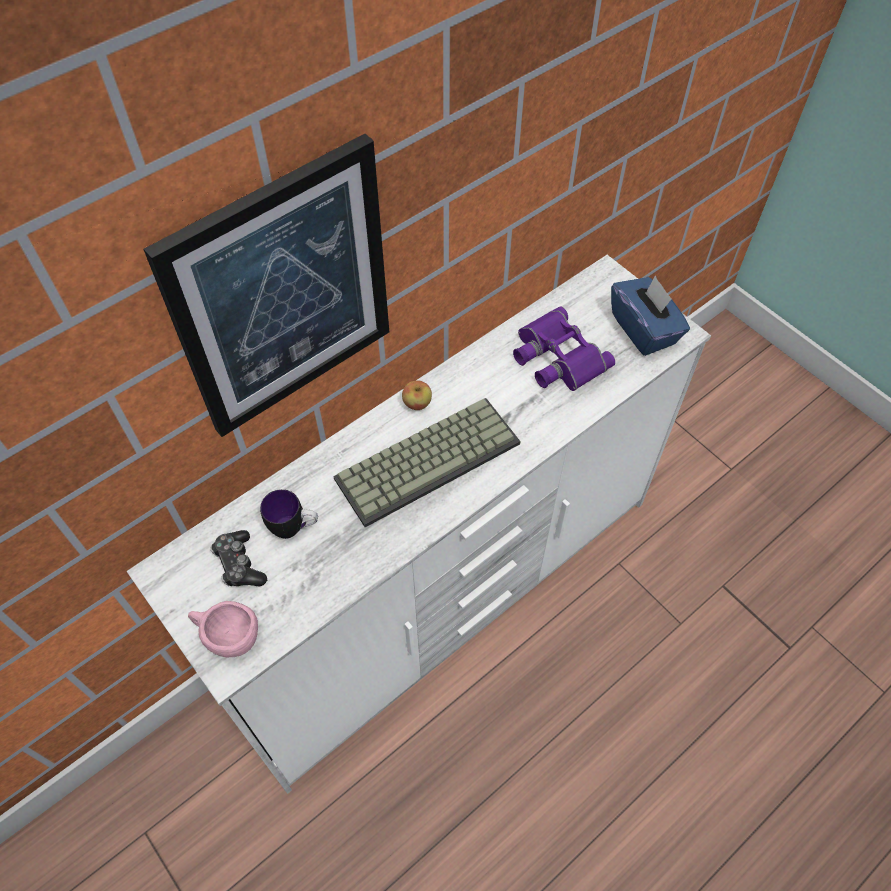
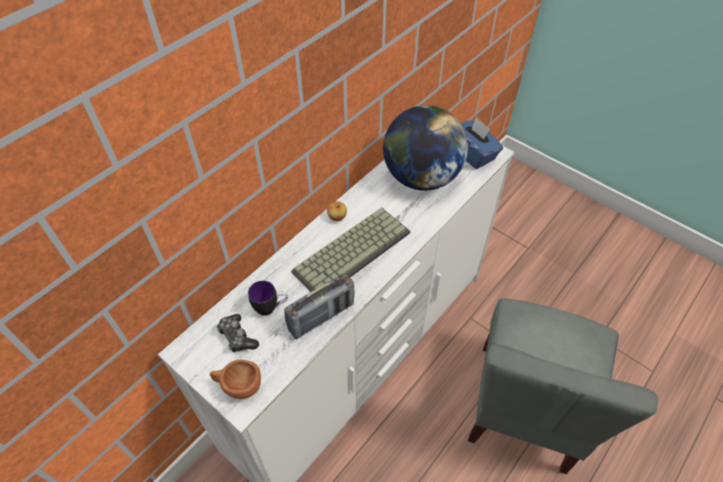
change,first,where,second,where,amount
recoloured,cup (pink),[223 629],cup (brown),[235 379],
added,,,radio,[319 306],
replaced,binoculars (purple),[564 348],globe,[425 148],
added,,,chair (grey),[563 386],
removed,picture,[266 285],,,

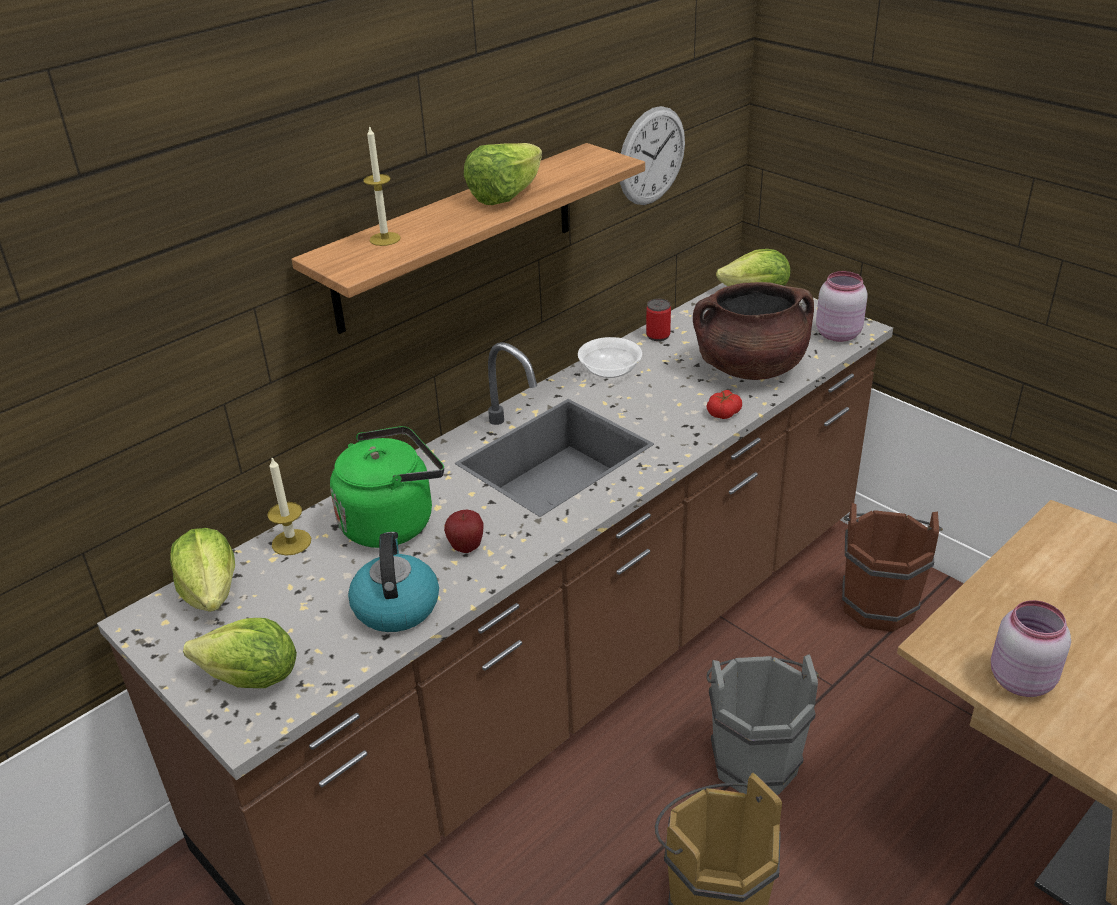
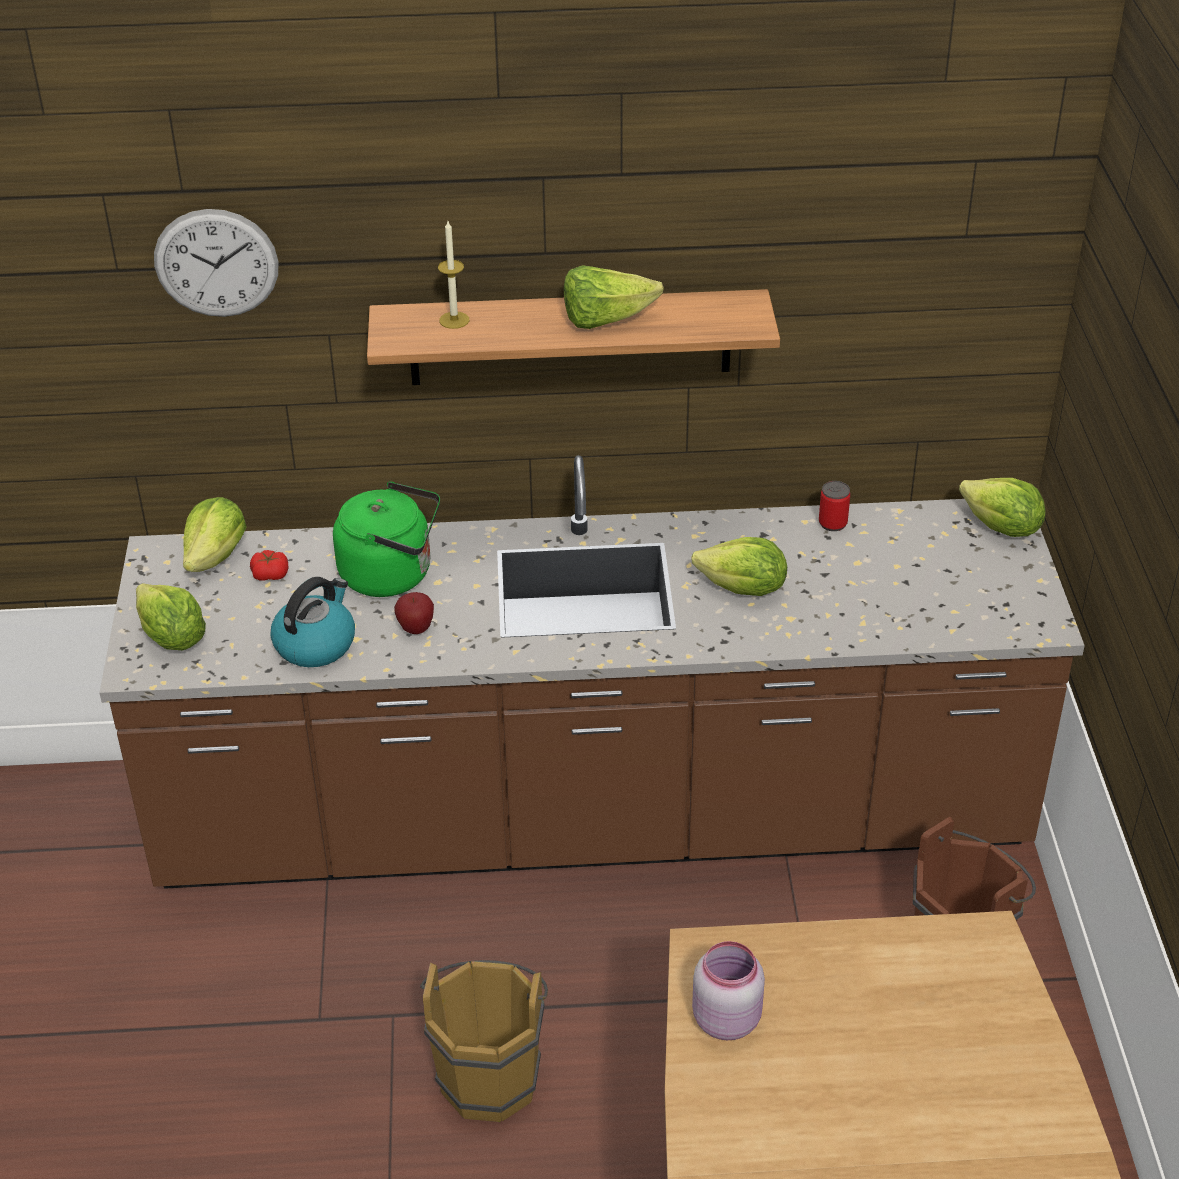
change,first,where,second,where,amount
moved,wall clock,[652 155],,[216 263],
moved,tomato,[724 404],,[269 565],
added,,,lettuce,[739 566],
removed,candle,[289 507],,,
removed,bowl,[610 357],,,
removed,cooking pot (brown),[753 331],,,
removed,bucket (grey),[762 724],,,
removed,jar (pink),[842 306],,,

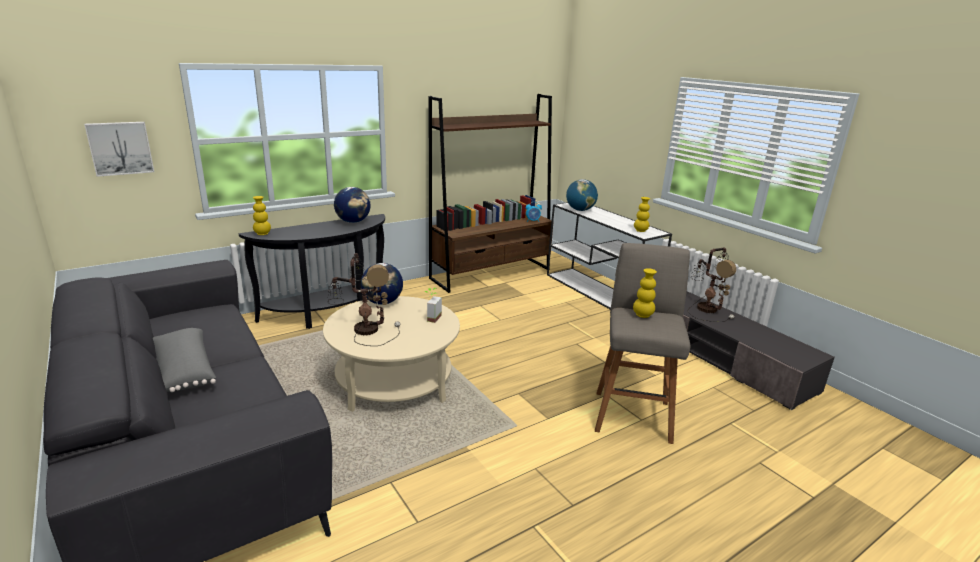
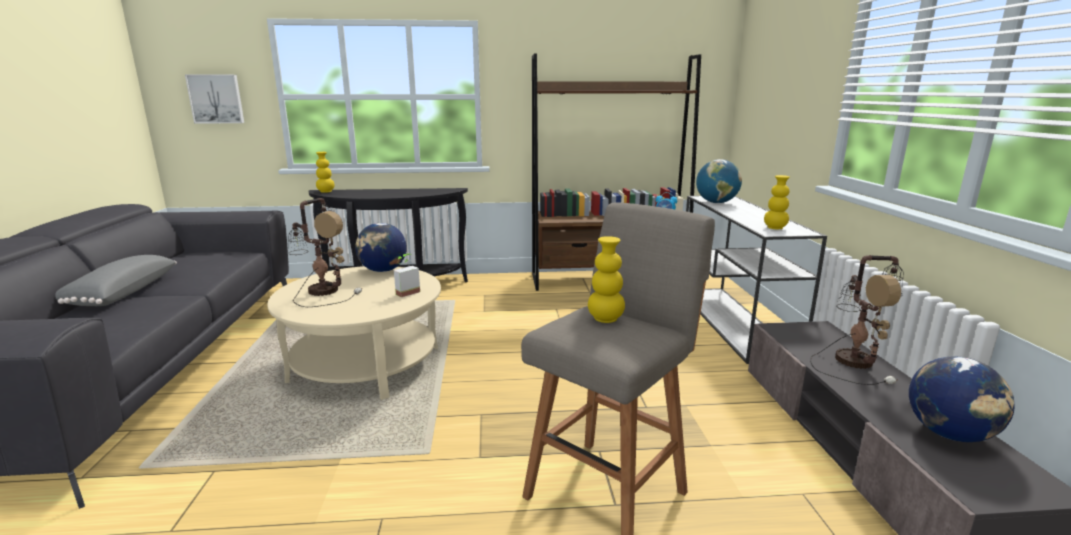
change,first,where,second,where,amount
moved,globe,[352 205],,[961 399],

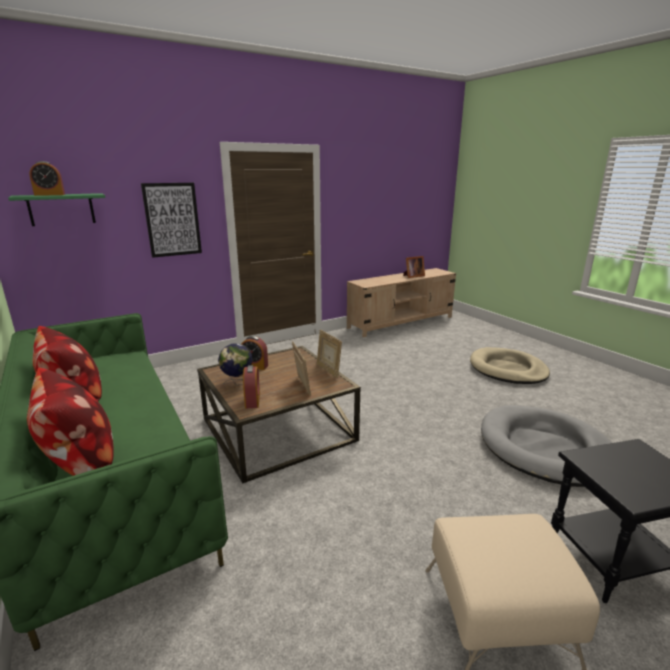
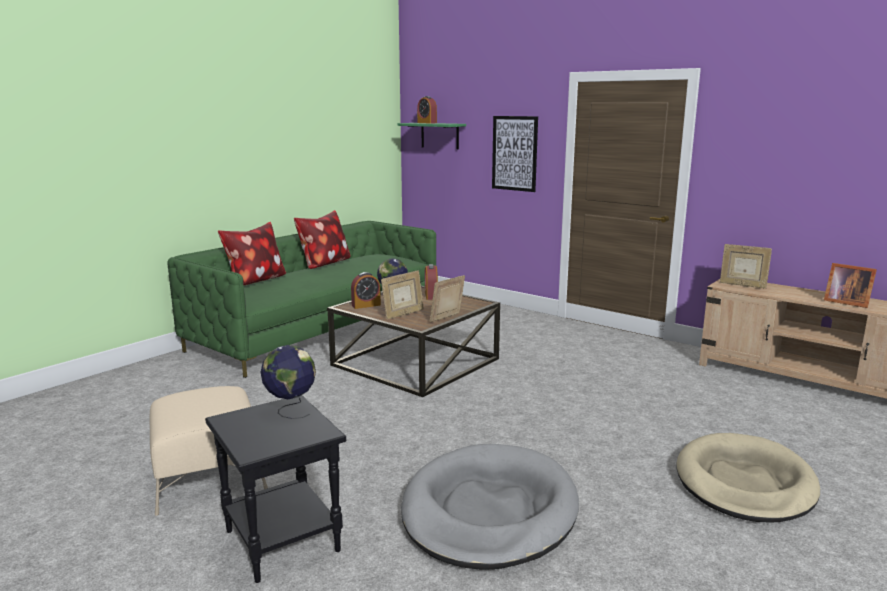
change,first,where,second,where,amount
added,,,globe,[288 382],
added,,,picture frame,[746 266],

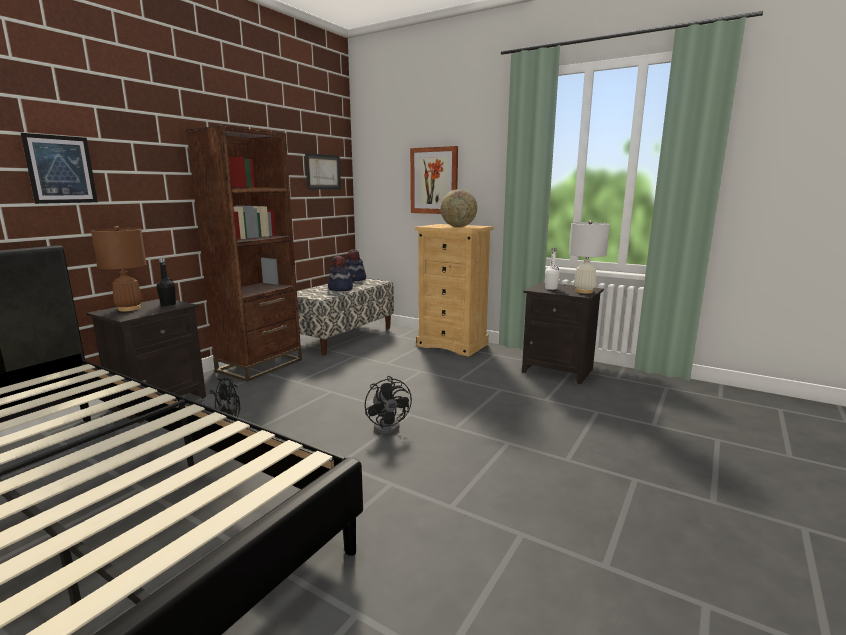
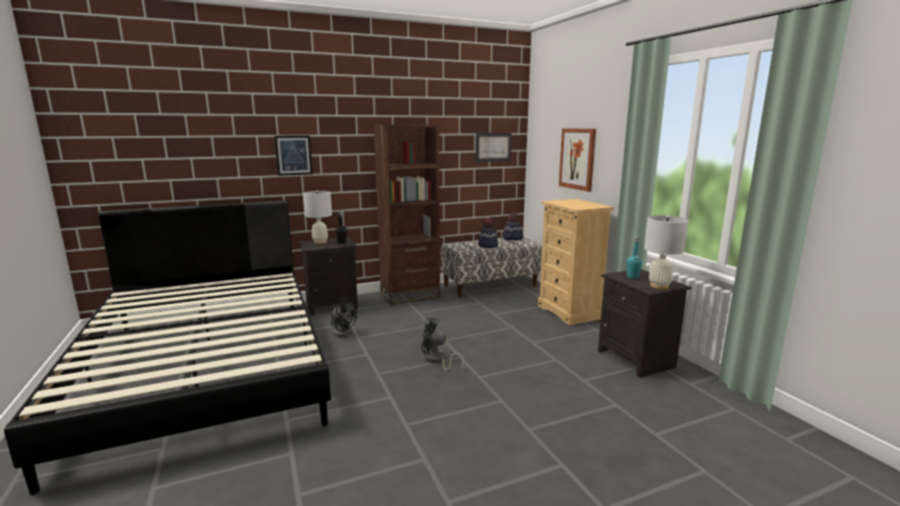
change,first,where,second,where,amount
recoloured,table lamp (brown),[118 268],table lamp (white),[317 217],
turned,fan (black),[388 405],,[443 344],90 degrees clockwise
recoloured,bottle (white),[552 269],bottle (turquoise),[634 258],
removed,globe,[458 208],,,

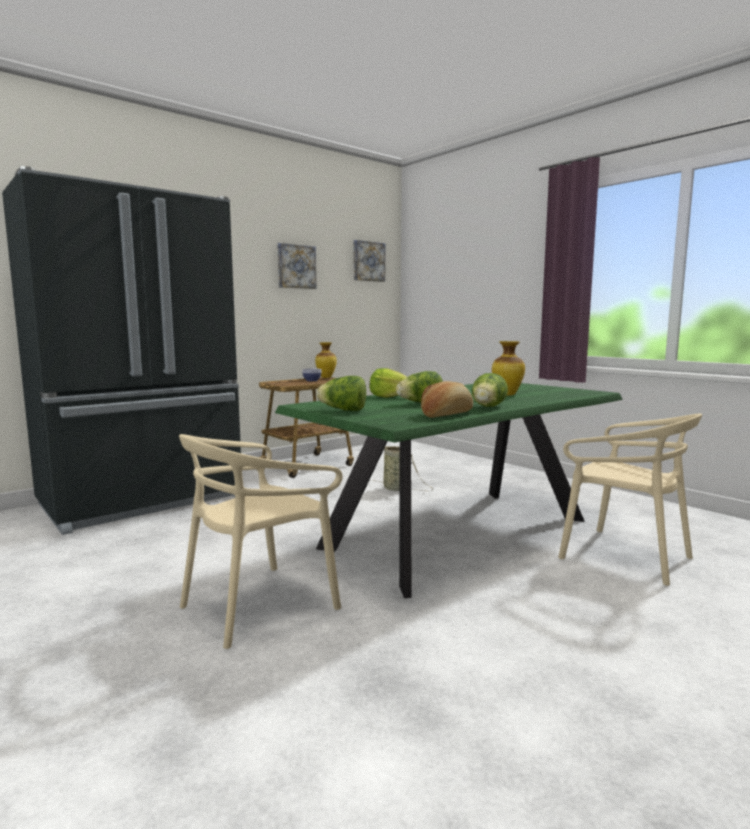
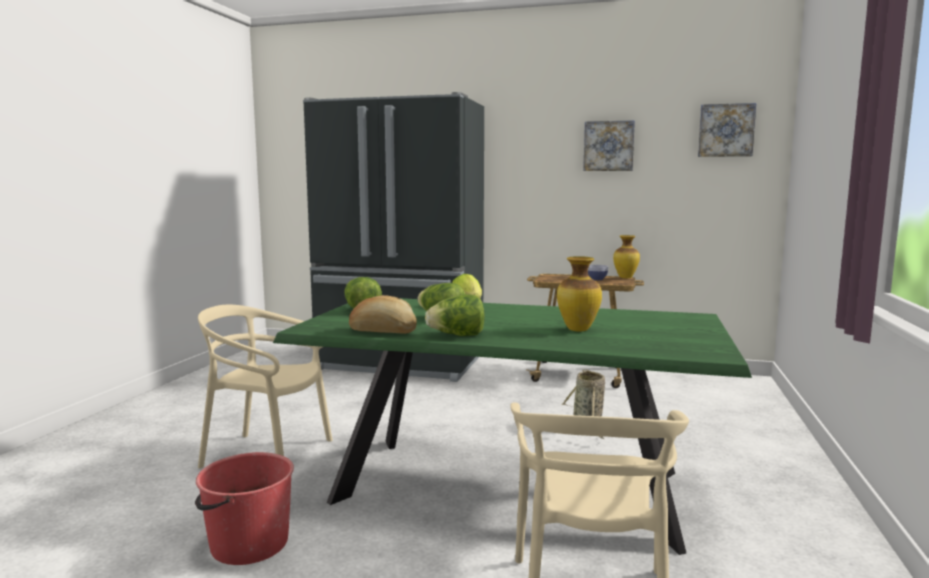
change,first,where,second,where,amount
added,,,bucket (red),[244 508],

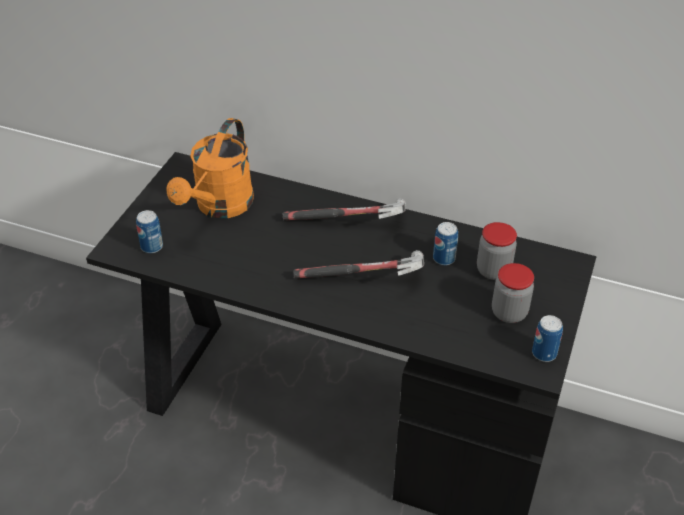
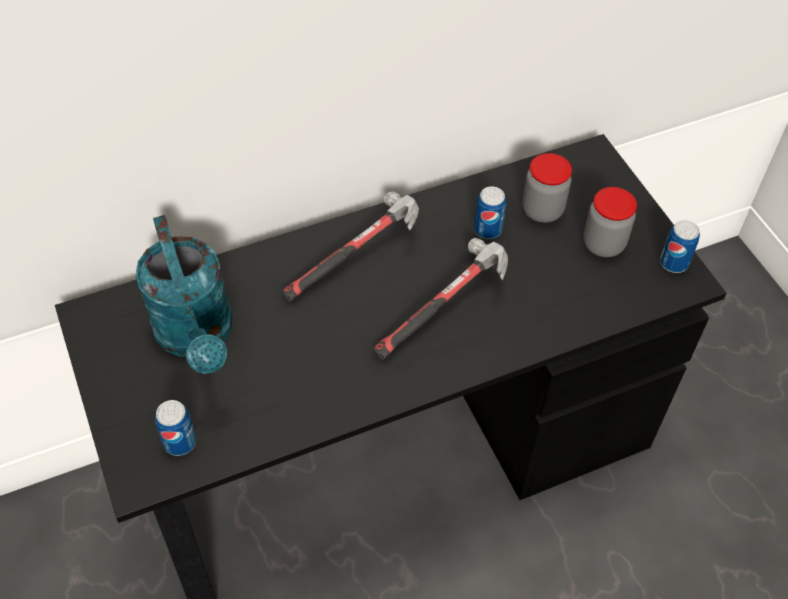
change,first,where,second,where,amount
recoloured,watering can (orange),[210 168],watering can (turquoise),[184 294],

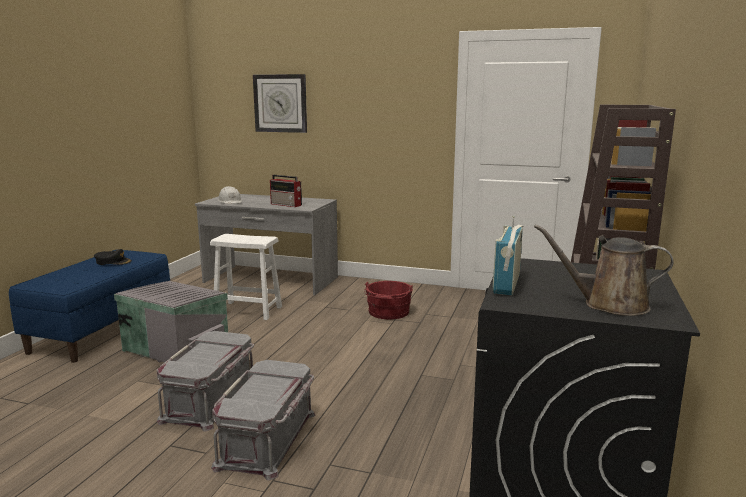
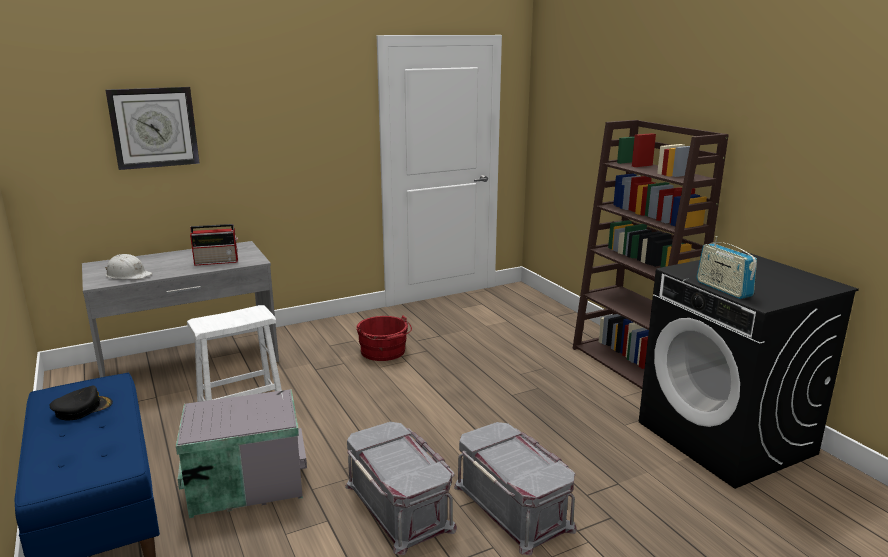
change,first,where,second,where,amount
removed,watering can (brown),[604 270],,,

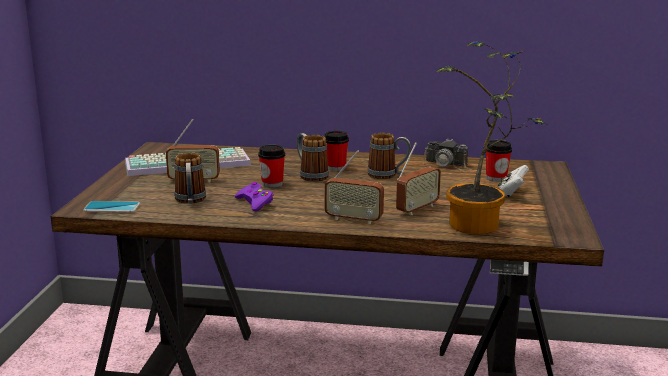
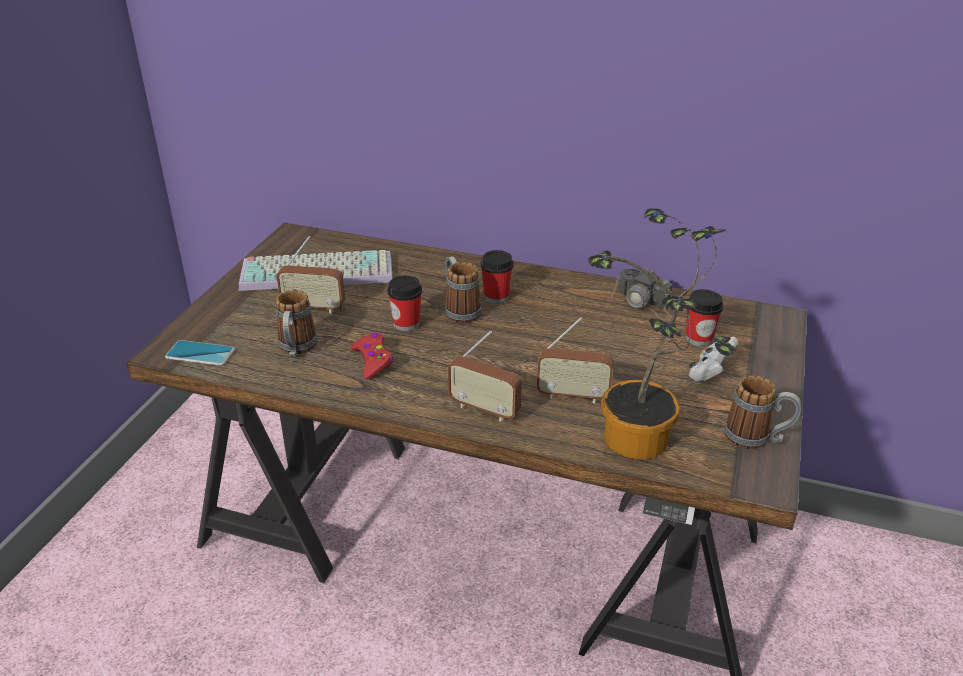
change,first,where,second,where,amount
recoloured,game controller (purple),[254 196],game controller (red),[372 355],
turned,radio,[418 178],,[575 360],45 degrees clockwise
moved,mug,[389 156],,[763 412],

